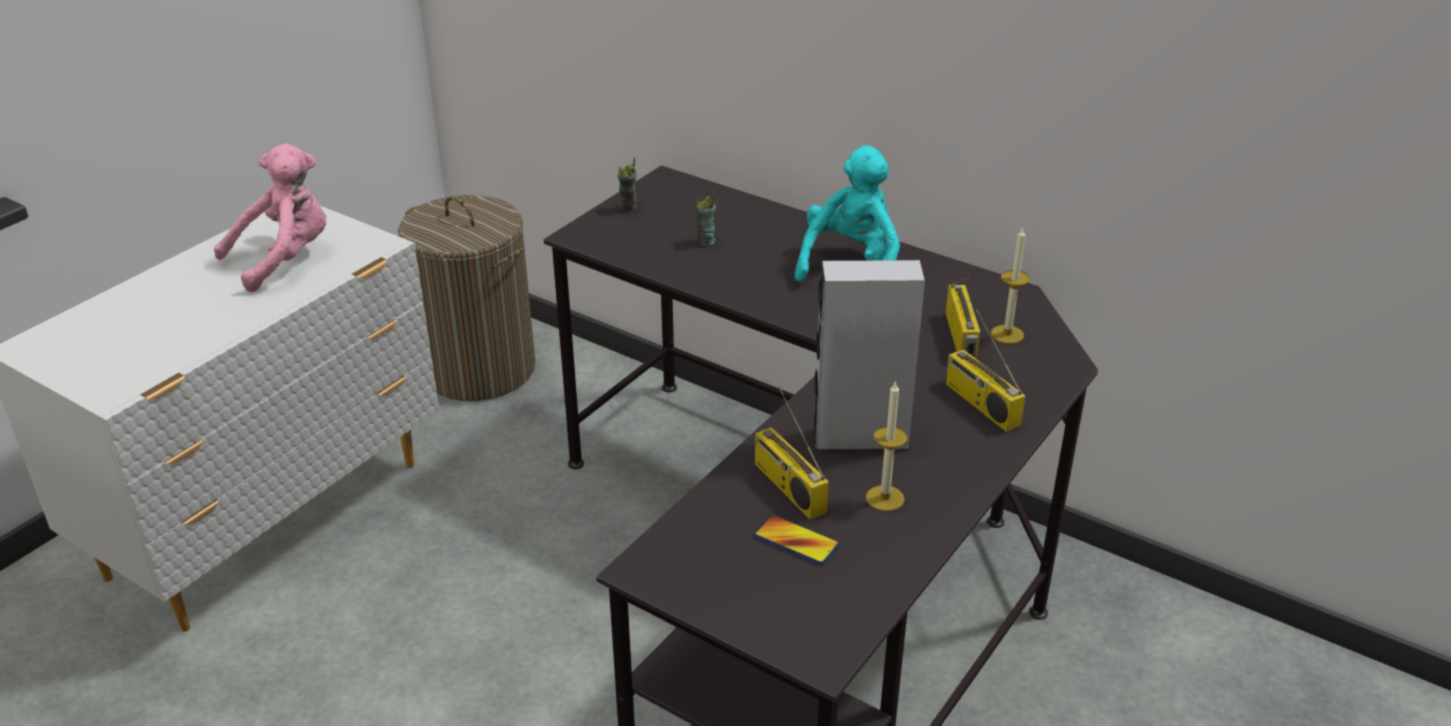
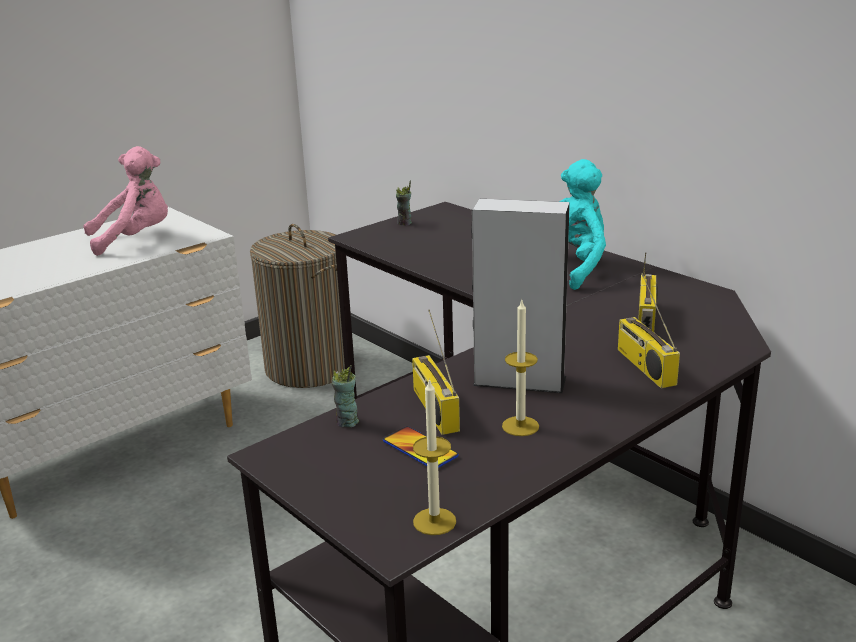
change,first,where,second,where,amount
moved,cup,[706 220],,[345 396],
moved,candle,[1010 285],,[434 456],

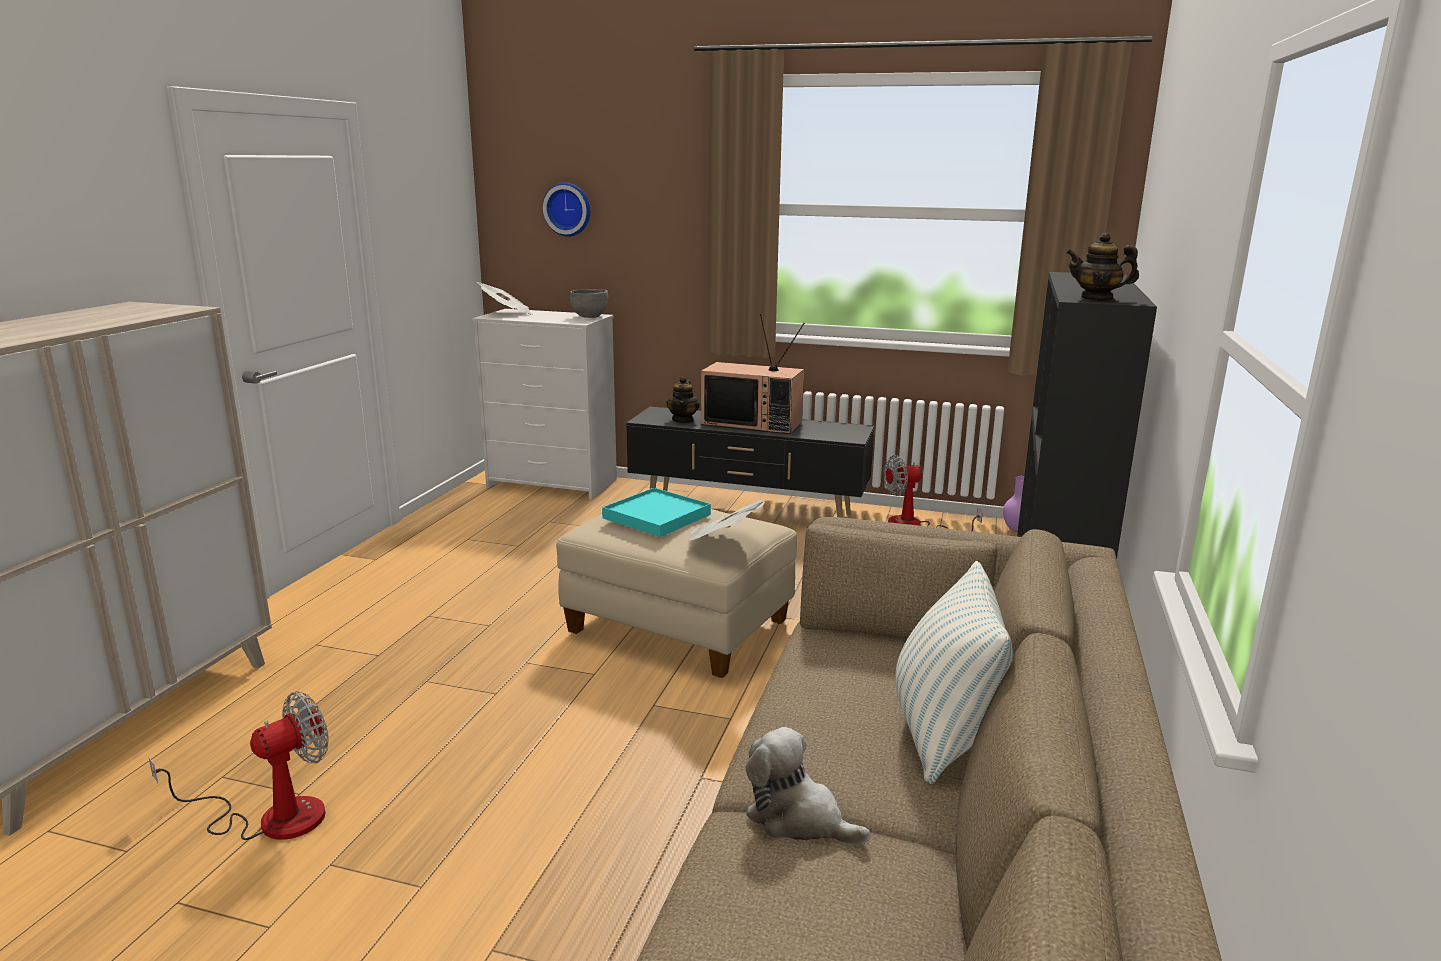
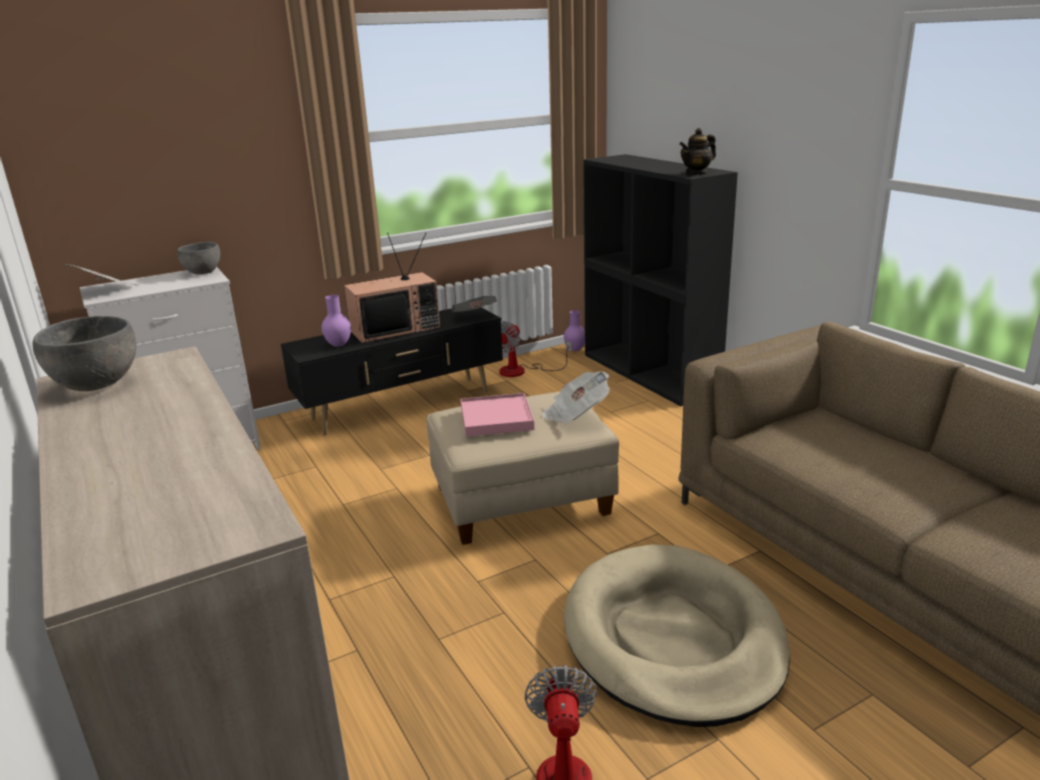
change,first,where,second,where,amount
added,,,bowl (grey),[85 353],
replaced,teapot,[683 399],vase (purple),[336 321],
added,,,newspaper,[474 304],
recoloured,tray (turquoise),[656 512],tray (pink),[497 415],
added,,,dog bed (beige),[677 636],
removed,wall clock,[567 209],,,
removed,plush toy,[807 786],,,
removed,pillow,[954 672],,,

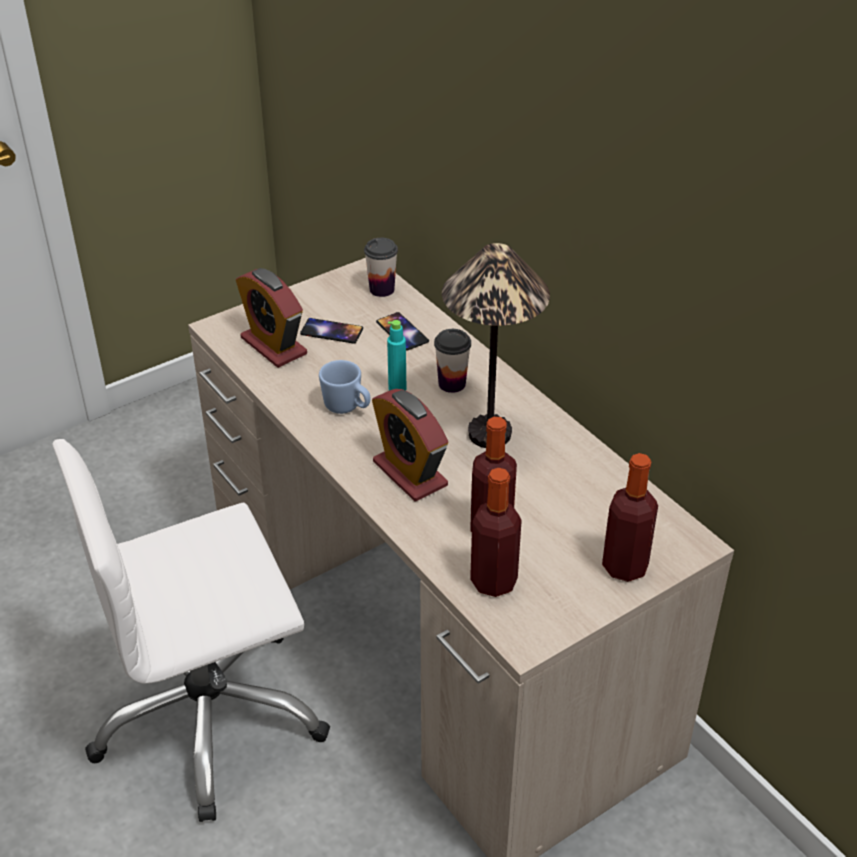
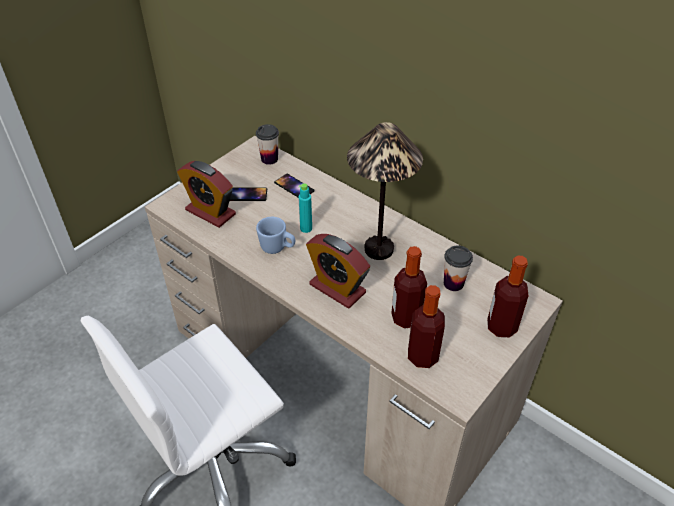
change,first,where,second,where,amount
moved,cup,[452 361],,[458 268],

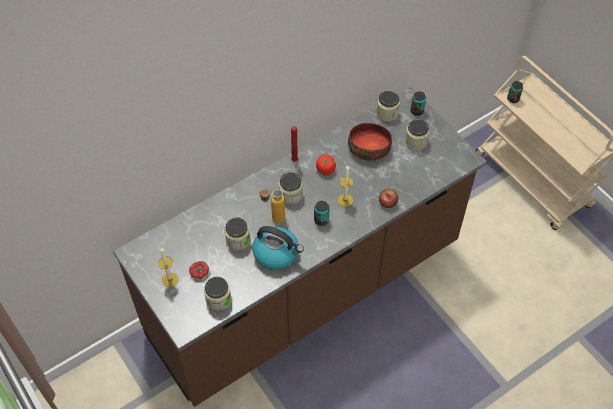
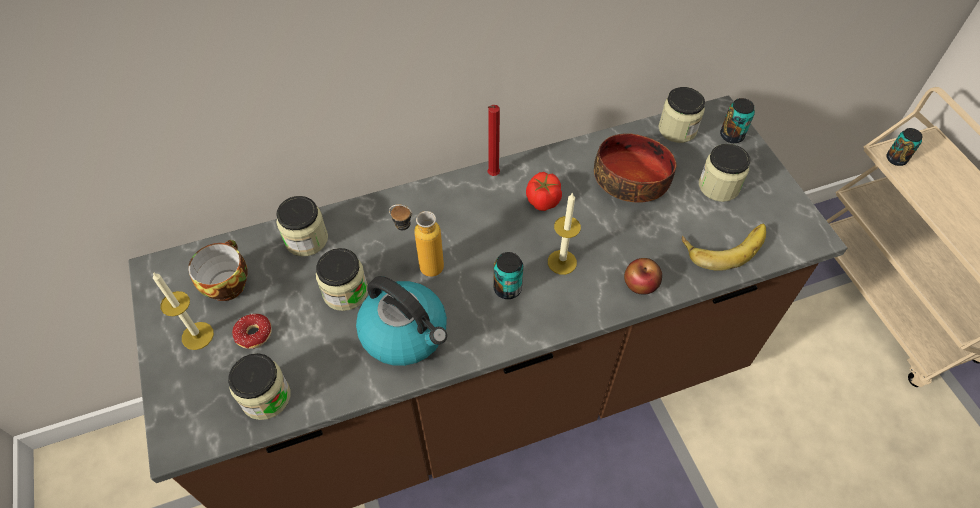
change,first,where,second,where,amount
added,,,cup,[218 270],
moved,jar,[291 189],,[302 226],
added,,,banana,[724 247],

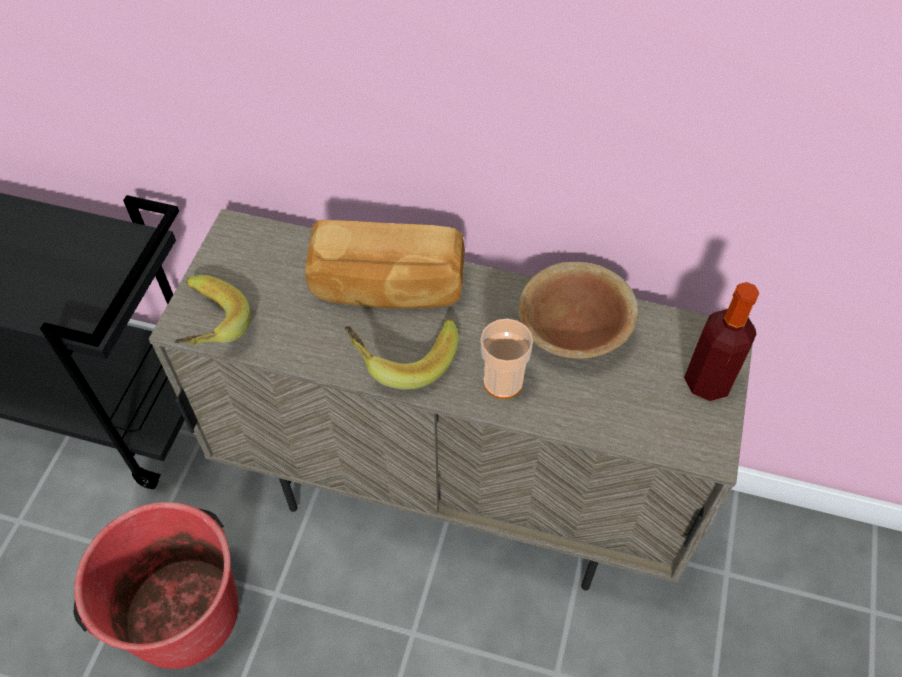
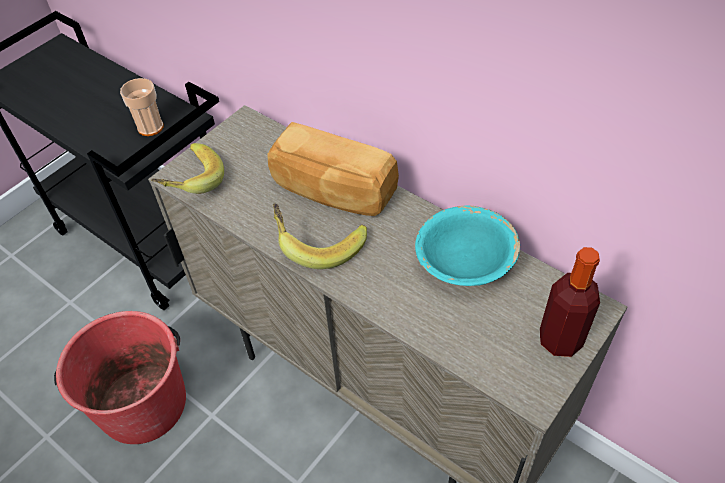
change,first,where,second,where,amount
moved,cup,[507 359],,[141 107],
recoloured,bowl (brown),[578 310],bowl (turquoise),[467 245],

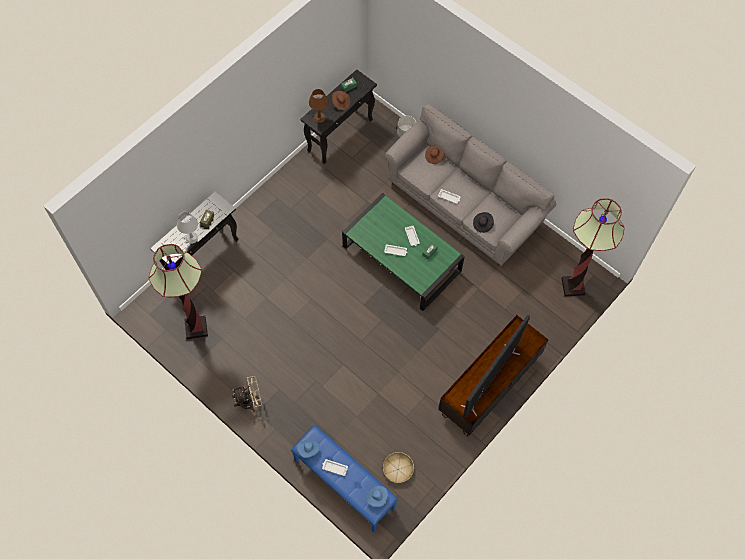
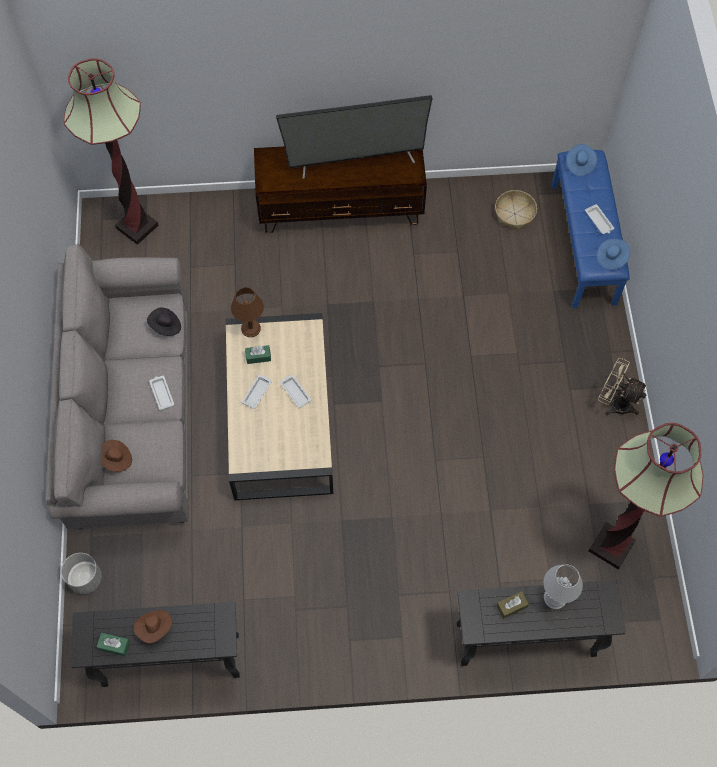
change,first,where,second,where,amount
recoloured,coffee table (green),[403 252],coffee table (beige),[279 406],
moved,table lamp (brown),[319 106],,[247 312],

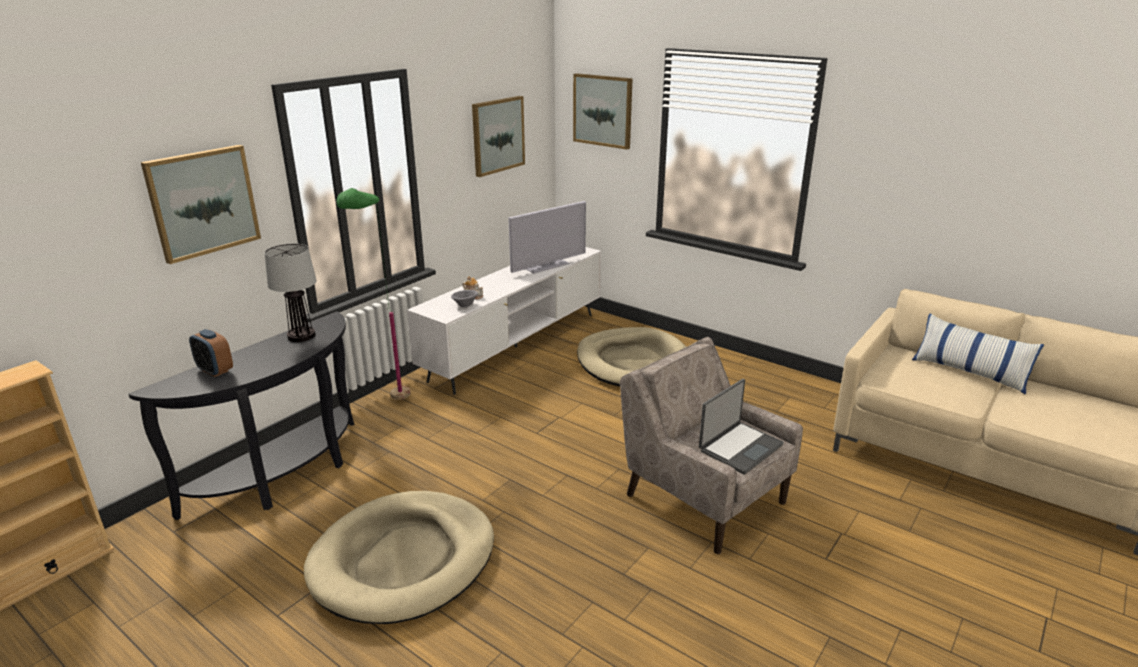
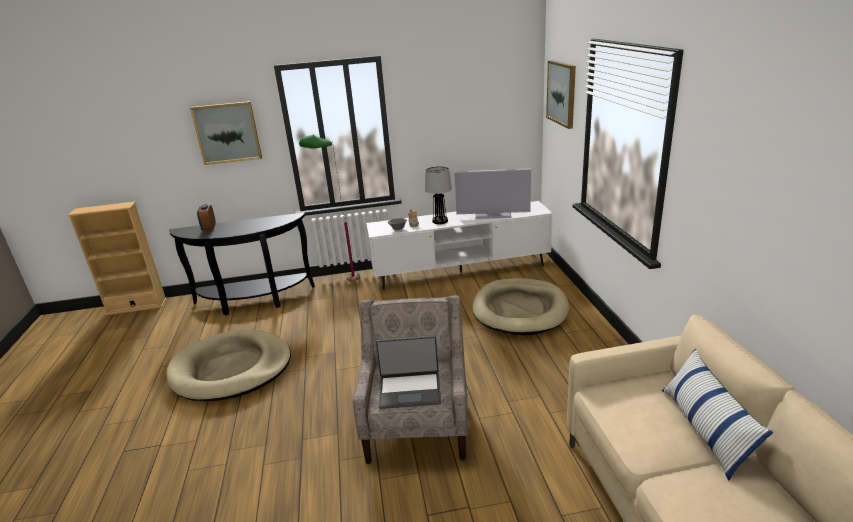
change,first,where,second,where,amount
moved,table lamp,[291 292],,[438 195],
removed,picture,[498 136],,,

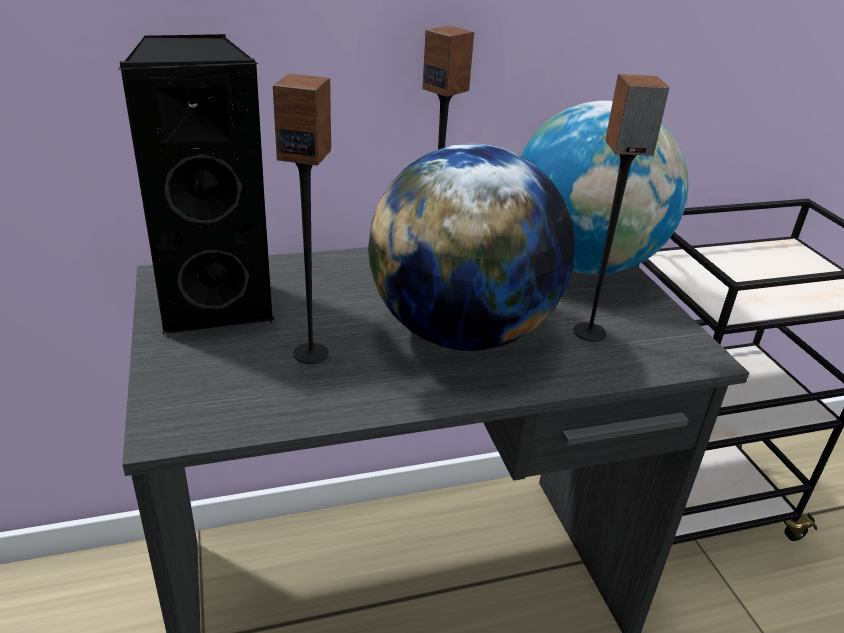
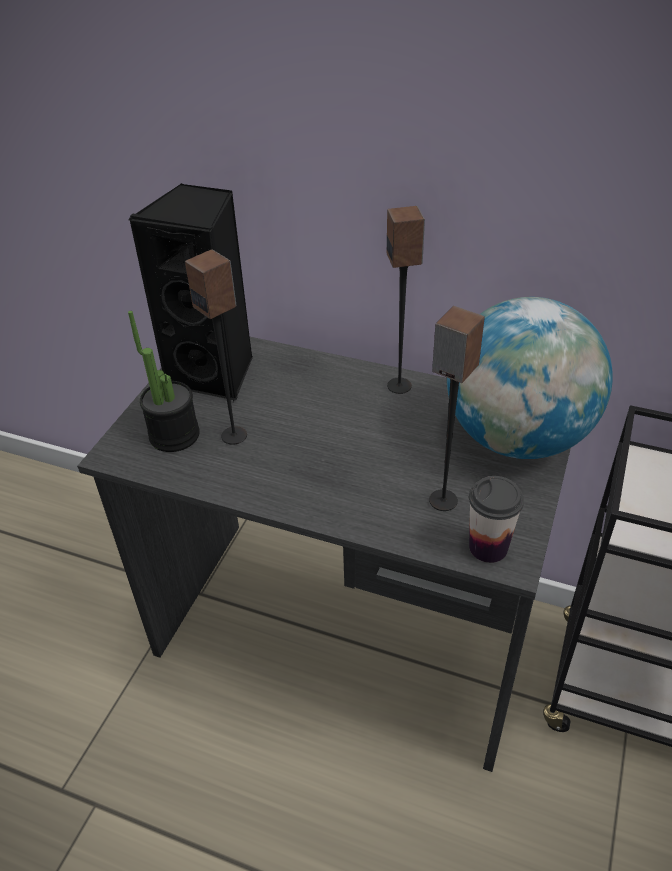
change,first,where,second,where,amount
added,,,potted plant,[164 381],
added,,,cup,[496 519],
removed,globe,[471 247],,,

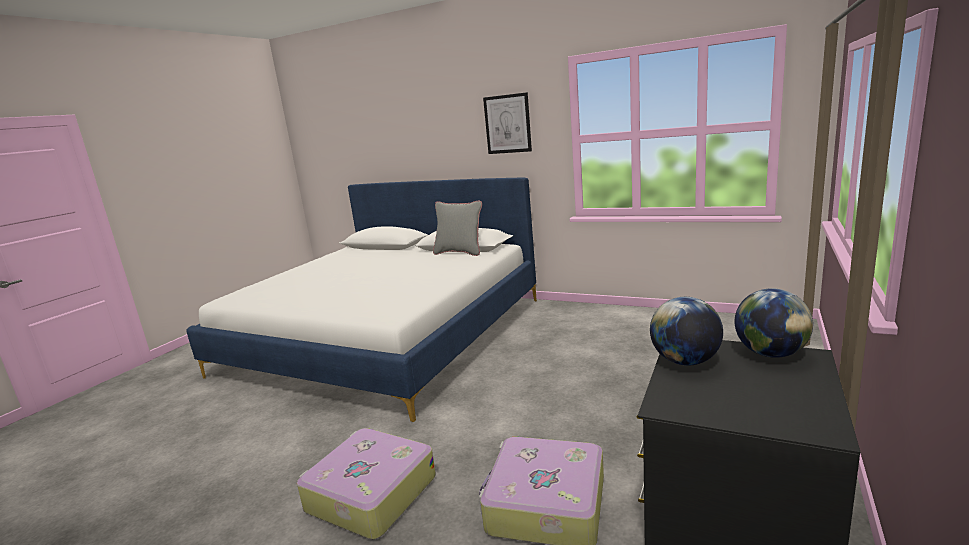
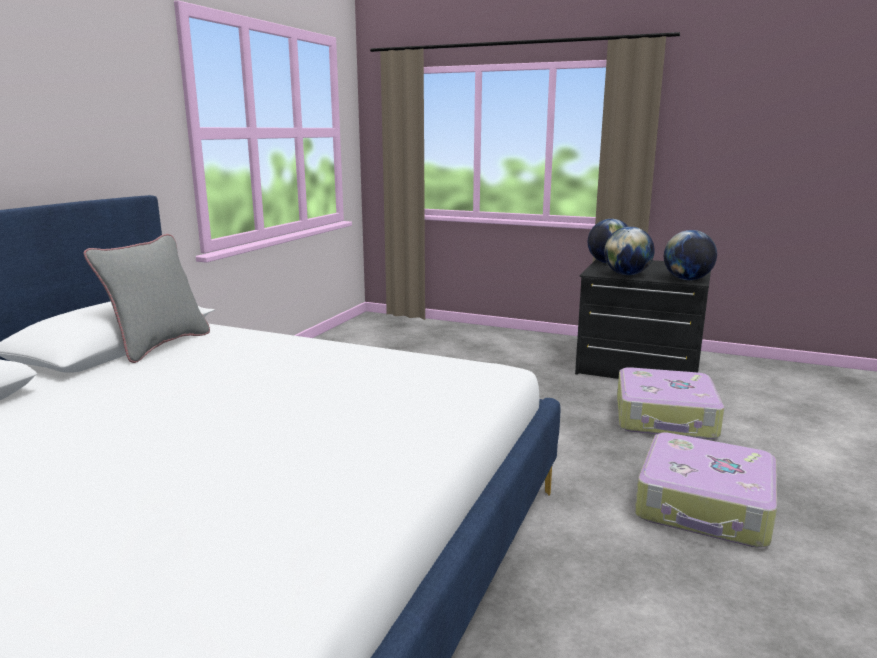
change,first,where,second,where,amount
added,,,globe,[690 255],
removed,picture,[507 123],,,

